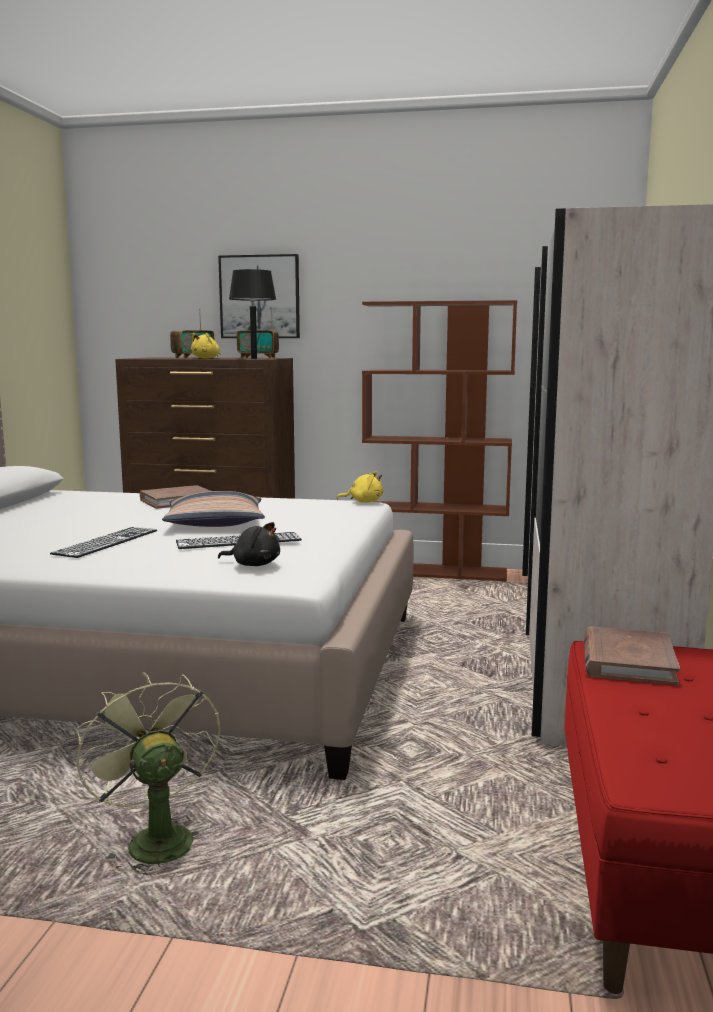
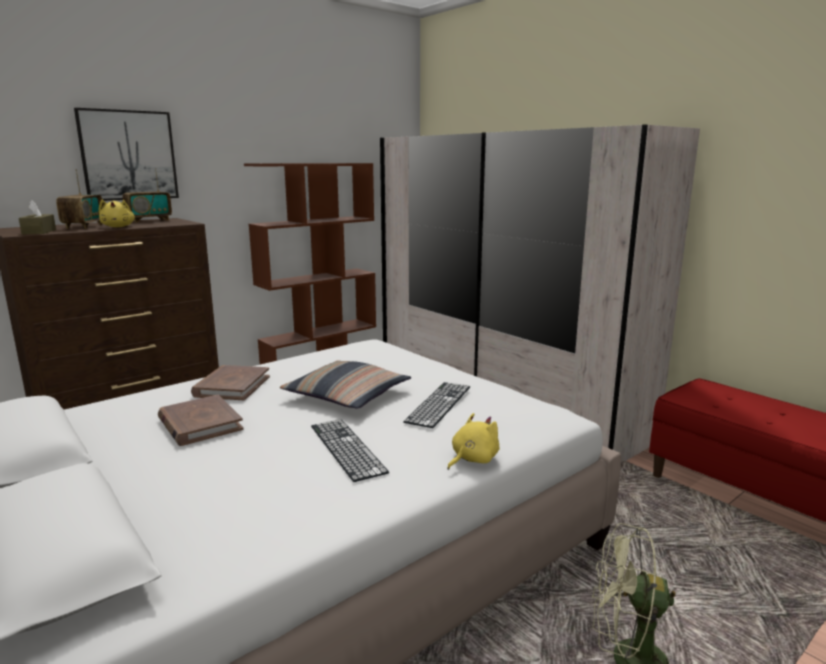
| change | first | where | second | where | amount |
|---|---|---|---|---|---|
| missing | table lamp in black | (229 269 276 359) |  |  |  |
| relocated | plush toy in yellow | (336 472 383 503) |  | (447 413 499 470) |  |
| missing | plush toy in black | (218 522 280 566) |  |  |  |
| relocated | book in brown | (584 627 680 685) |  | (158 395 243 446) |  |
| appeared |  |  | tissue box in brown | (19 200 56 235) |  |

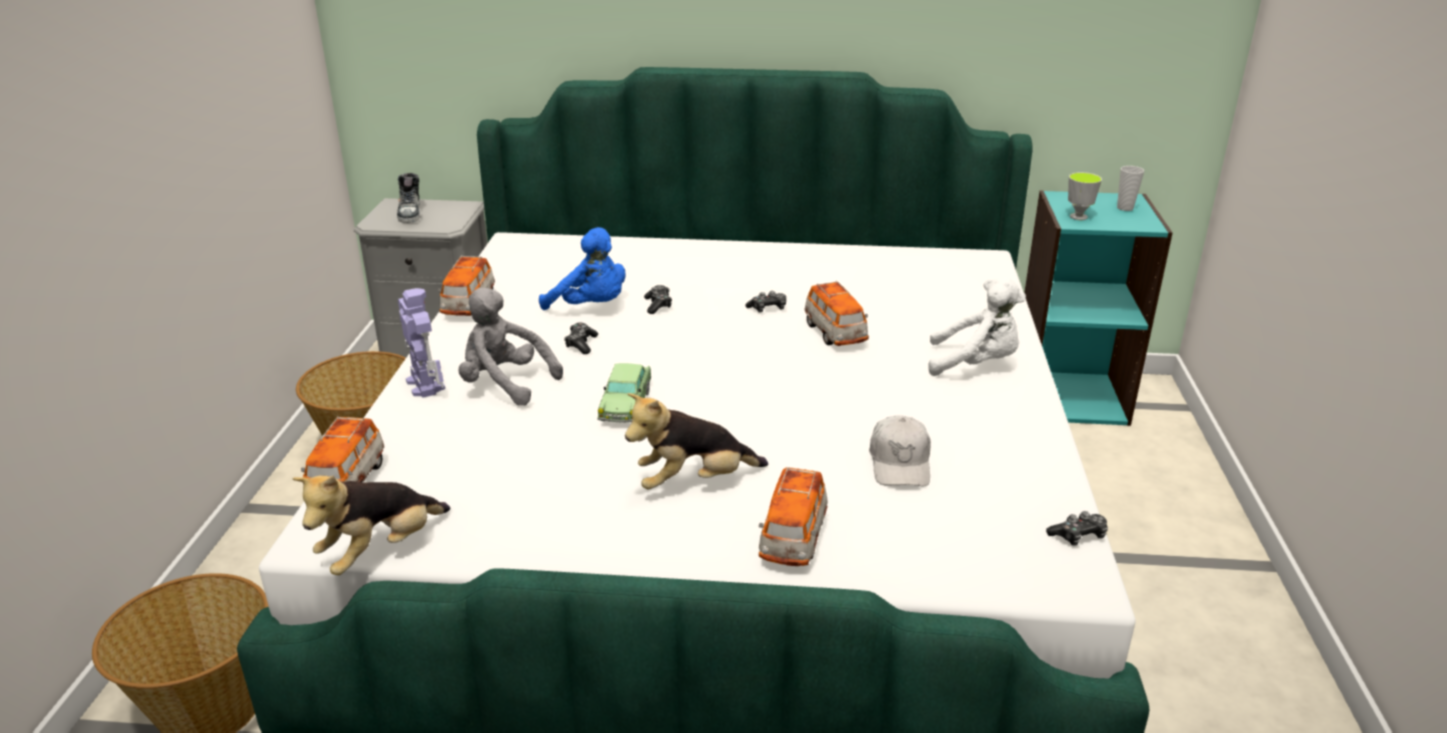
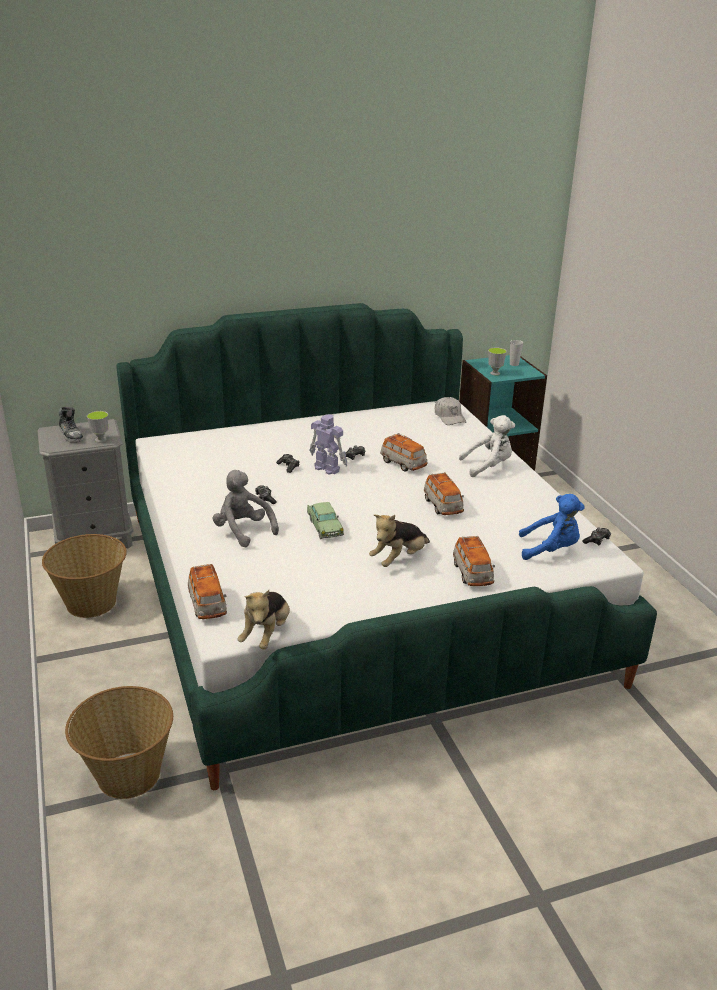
| change | first | where | second | where | amount |
|---|---|---|---|---|---|
| relocated | plush toy in blue | (539 227 626 310) |  | (519 494 585 560) |  |
| relocated | toy car | (438 255 495 316) |  | (424 472 464 515) |  |
| relocated | toy robot | (398 288 445 398) |  | (309 414 347 475) |  |
| spun | plush toy in grey | (459 288 563 405) |  | (213 470 279 547) | 45 degrees clockwise |
| relocated | cap in white | (869 415 931 486) |  | (435 397 466 425) |  |
| appeared |  |  | cup | (87 411 108 443) |  |

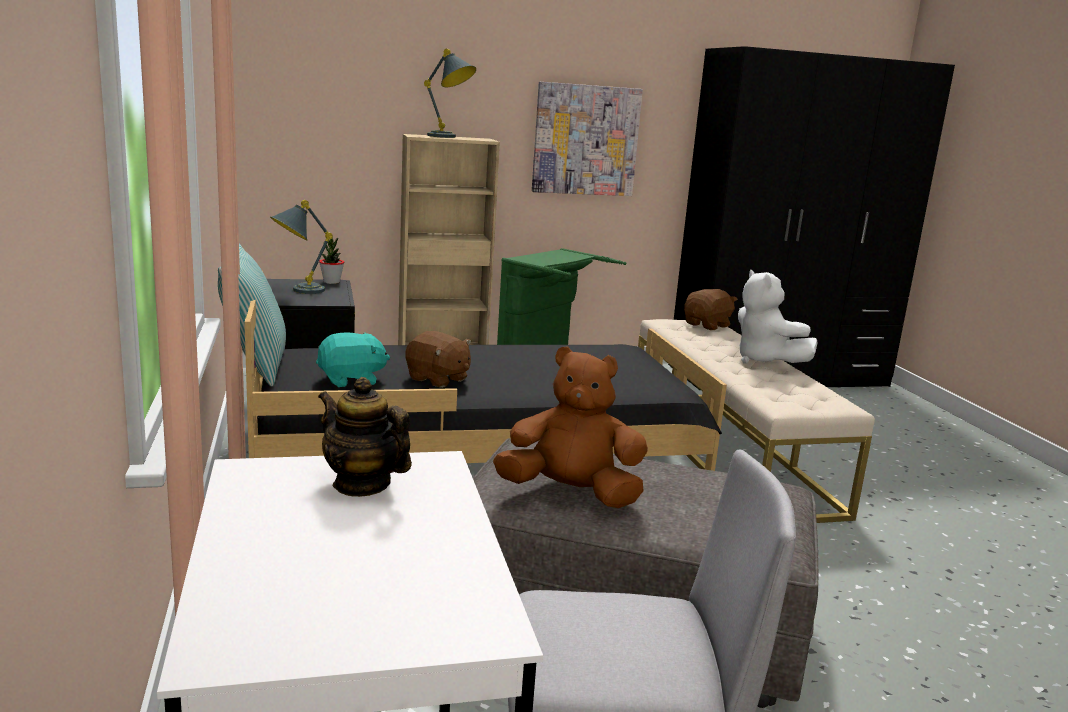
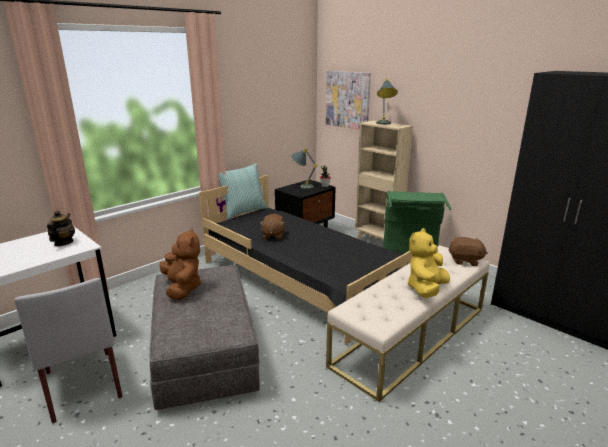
| change | first | where | second | where | amount |
|---|---|---|---|---|---|
| relocated | picture | (532 82 643 196) |  | (326 71 371 130) |  |
| colour | plush toy in white | (738 270 818 364) | plush toy in yellow | (407 228 450 298) |  |
| missing | plush toy in turquoise | (316 332 390 387) |  |  |  |

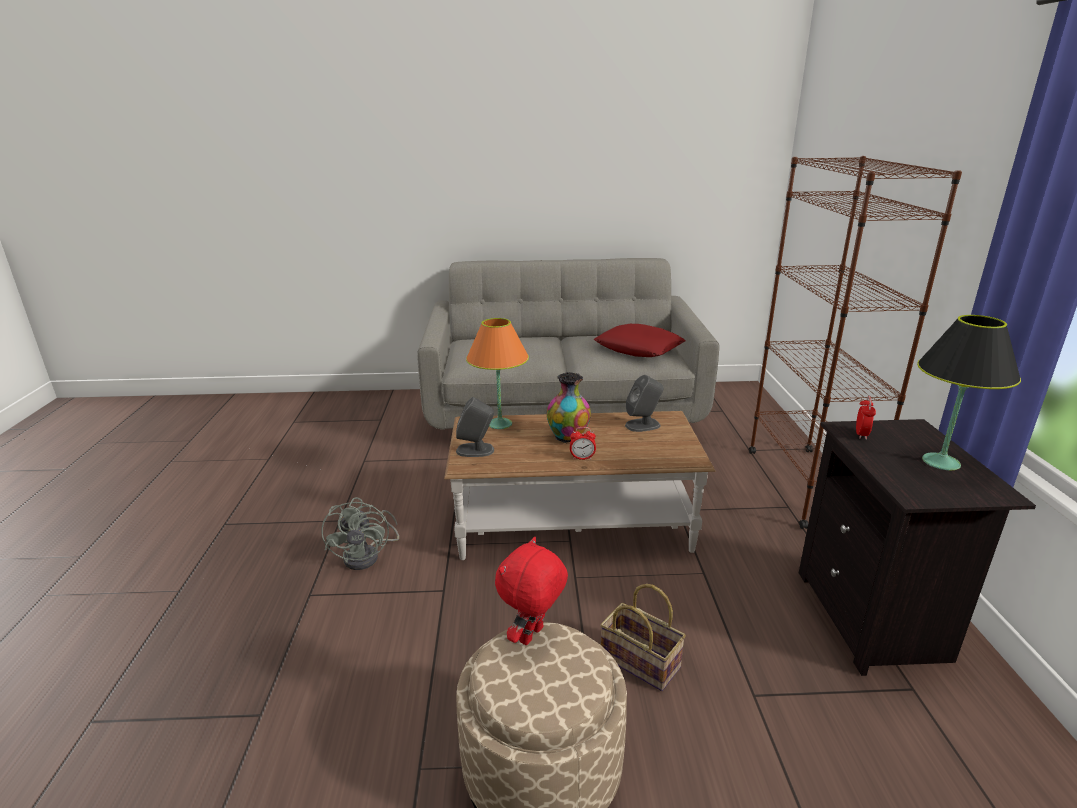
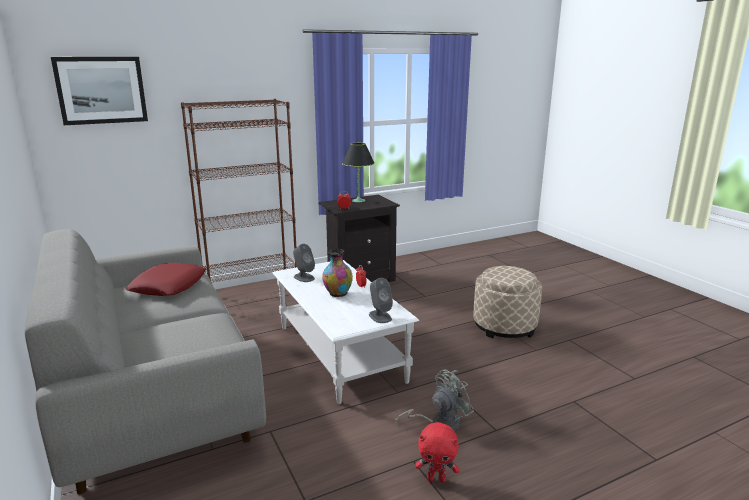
| change | first | where | second | where | amount |
|---|---|---|---|---|---|
| missing | table lamp in orange | (466 318 529 429) |  |  |  |
| colour | coffee table in brown | (444 411 715 560) | coffee table in white | (273 260 419 404) |  |
| relocated | plush toy in red | (495 537 568 645) |  | (415 422 459 483) |  |
| missing | basket | (600 584 686 691) |  |  |  |
| appeared |  |  | picture | (51 57 148 125) |  |

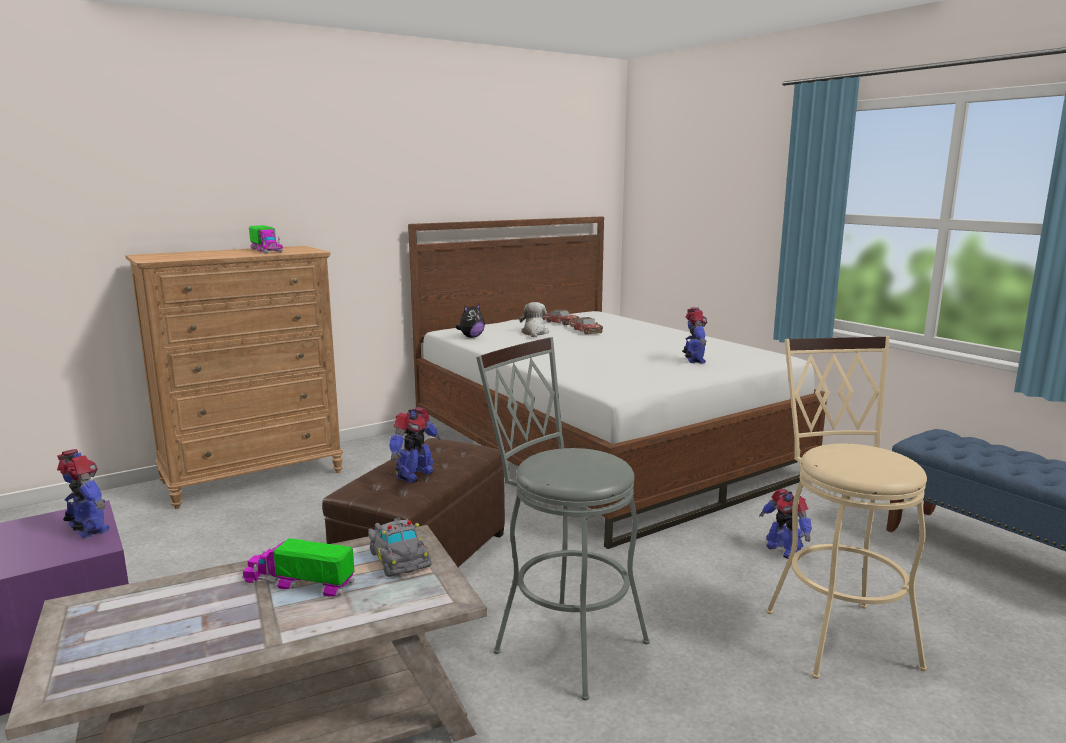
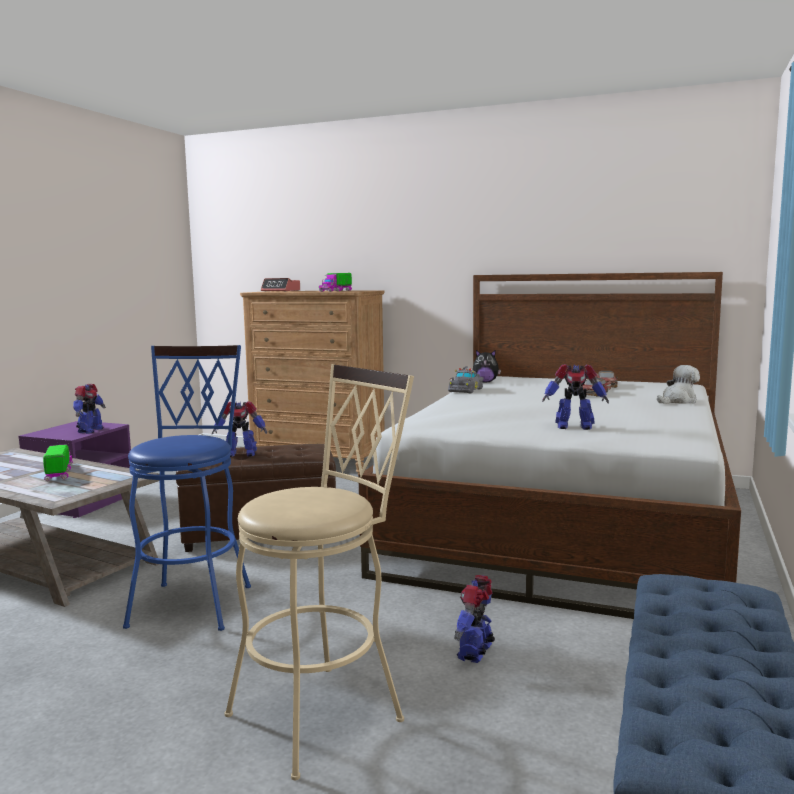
| change | first | where | second | where | amount |
|---|---|---|---|---|---|
| relocated | plush toy | (519 302 549 338) |  | (657 365 700 404) |  |
| spun | toy robot | (682 307 707 364) |  | (542 364 609 430) | 45 degrees clockwise |
| colour | stool in grey | (476 337 650 700) | stool in blue | (123 345 251 631) |  |
| relocated | toy car in grey | (368 517 432 577) |  | (448 366 484 393) |  |
| appeared |  |  | alarm clock | (261 278 300 292) |  |

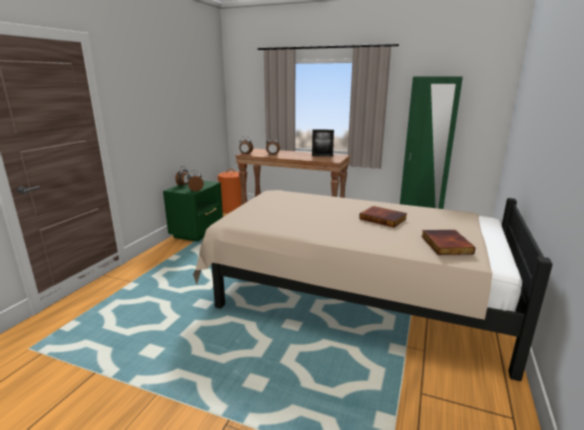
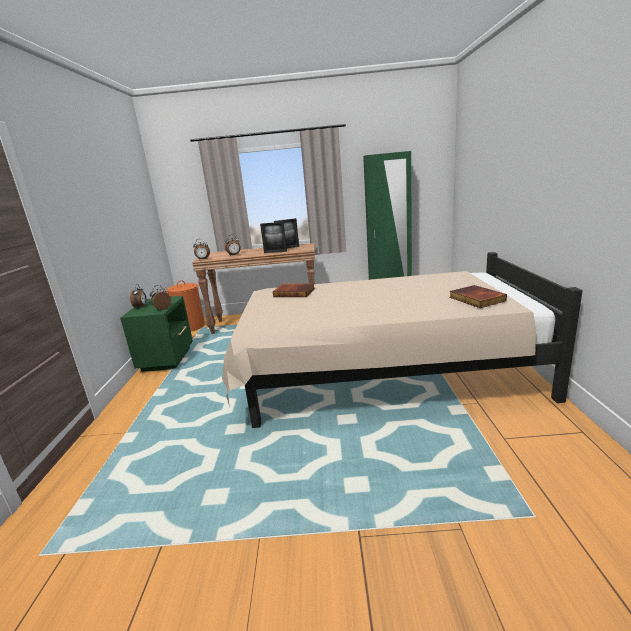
| change | first | where | second | where | amount |
|---|---|---|---|---|---|
| relocated | book | (359 206 407 227) |  | (273 283 315 297) |  |
| appeared |  |  | picture frame | (260 222 287 253) |  |

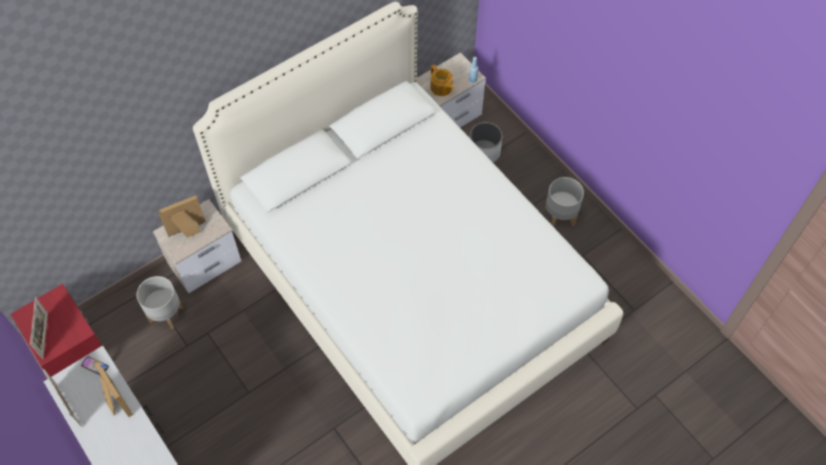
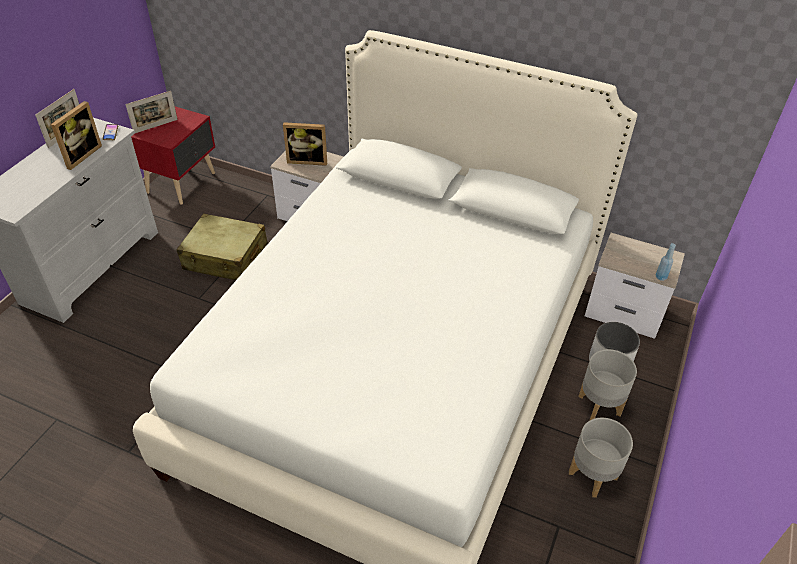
| change | first | where | second | where | amount |
|---|---|---|---|---|---|
| missing | teapot | (430 65 454 96) |  |  |  |
| spun | picture frame | (158 195 206 238) |  | (283 122 327 166) | 150 degrees clockwise |
| relocated | planter in grey | (137 276 183 329) |  | (578 349 637 420) |  |
| appeared |  |  | suitcase in beige | (177 213 268 280) |  |

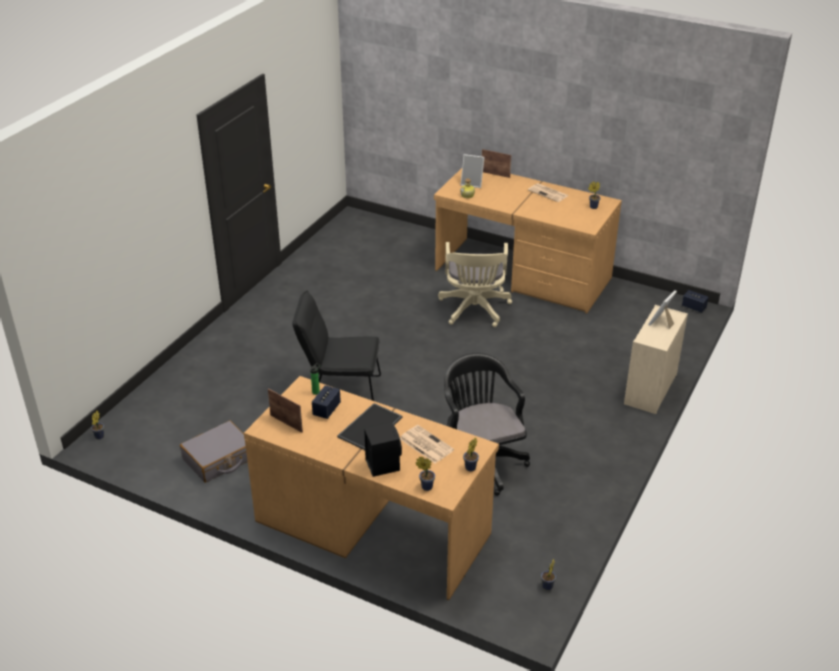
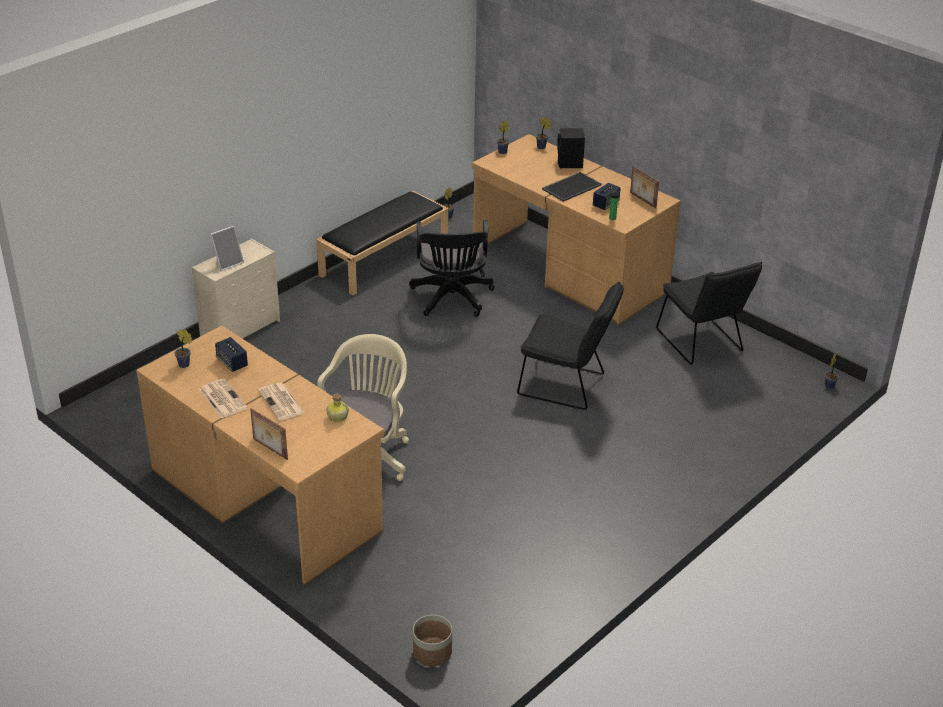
| change | first | where | second | where | amount |
|---|---|---|---|---|---|
| missing | picture frame | (461 154 485 188) |  |  |  |
| relocated | speaker | (682 290 709 313) |  | (215 337 248 372) |  |
| exchanged | suitcase in grey | (180 421 248 483) | chair in black | (656 262 762 365) |  |
| relocated | newspaper | (400 425 454 463) |  | (258 382 305 421) |  |
| appeared |  |  | bench in black | (316 191 448 295) |  |
| appeared |  |  | planter | (413 615 452 666) |  |

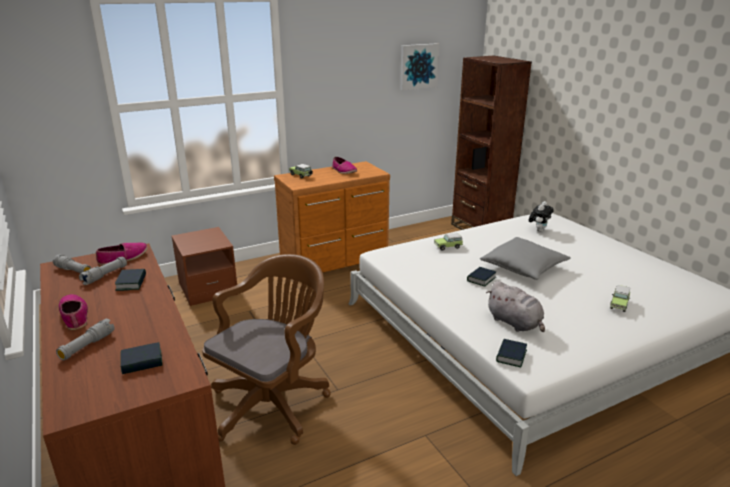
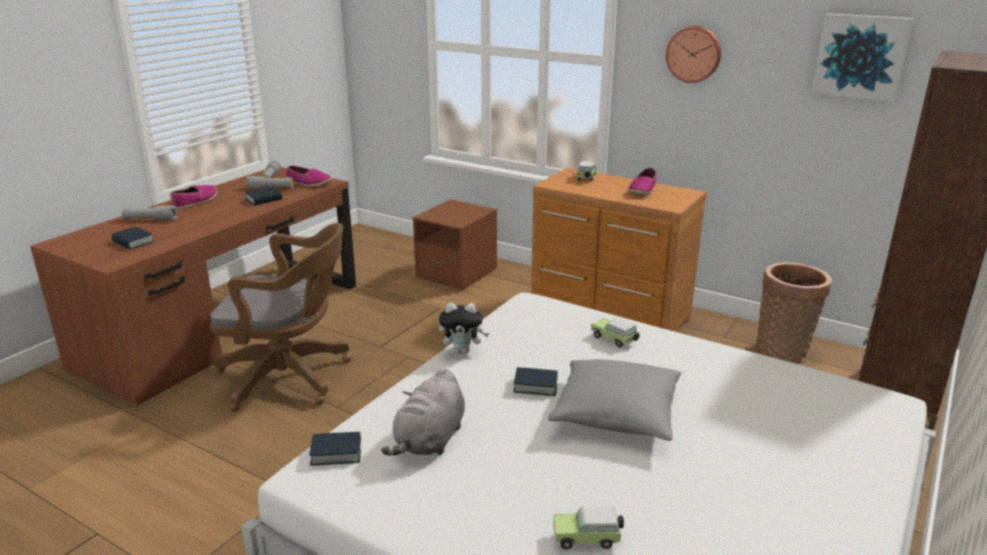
| change | first | where | second | where | amount |
|---|---|---|---|---|---|
| relocated | plush toy | (529 201 554 232) |  | (439 303 489 354) |  |
| appeared |  |  | wall clock | (666 26 721 83) |  |
| appeared |  |  | basket | (756 262 832 364) |  |

